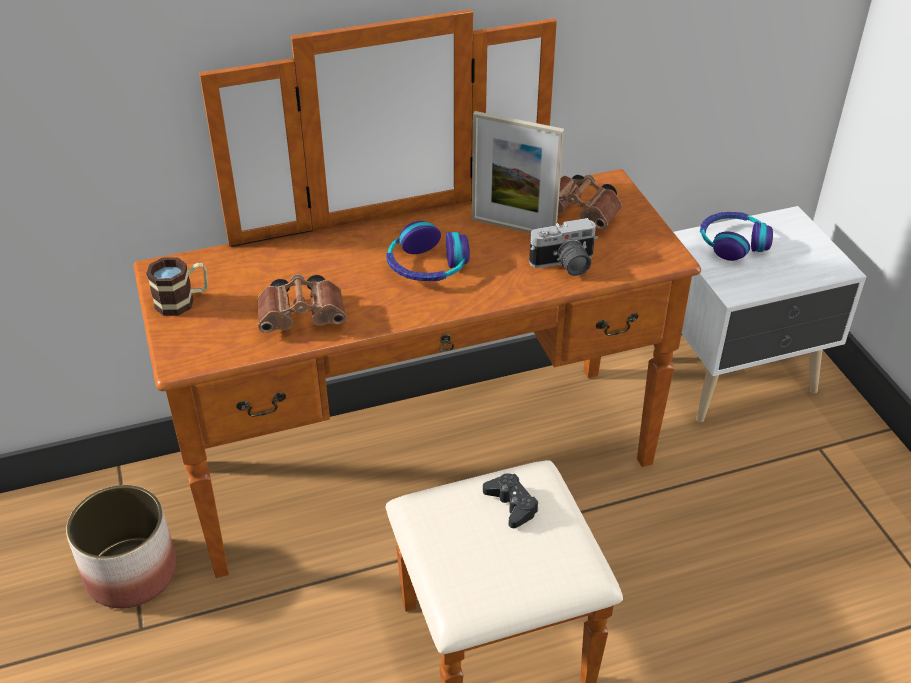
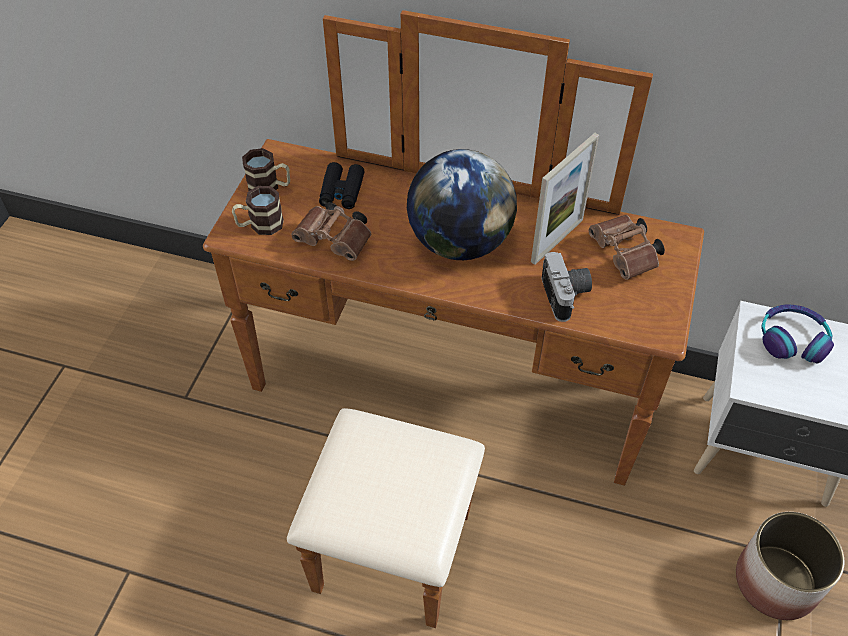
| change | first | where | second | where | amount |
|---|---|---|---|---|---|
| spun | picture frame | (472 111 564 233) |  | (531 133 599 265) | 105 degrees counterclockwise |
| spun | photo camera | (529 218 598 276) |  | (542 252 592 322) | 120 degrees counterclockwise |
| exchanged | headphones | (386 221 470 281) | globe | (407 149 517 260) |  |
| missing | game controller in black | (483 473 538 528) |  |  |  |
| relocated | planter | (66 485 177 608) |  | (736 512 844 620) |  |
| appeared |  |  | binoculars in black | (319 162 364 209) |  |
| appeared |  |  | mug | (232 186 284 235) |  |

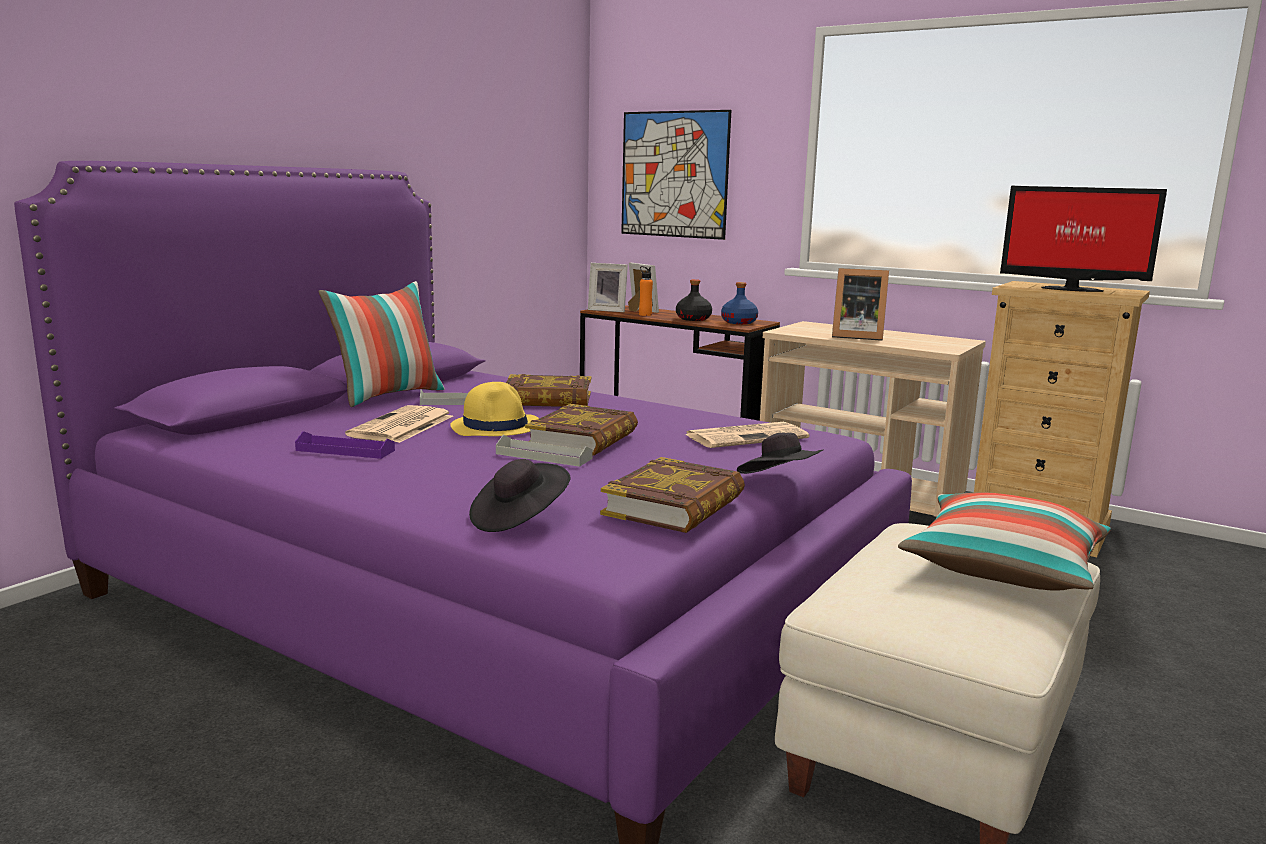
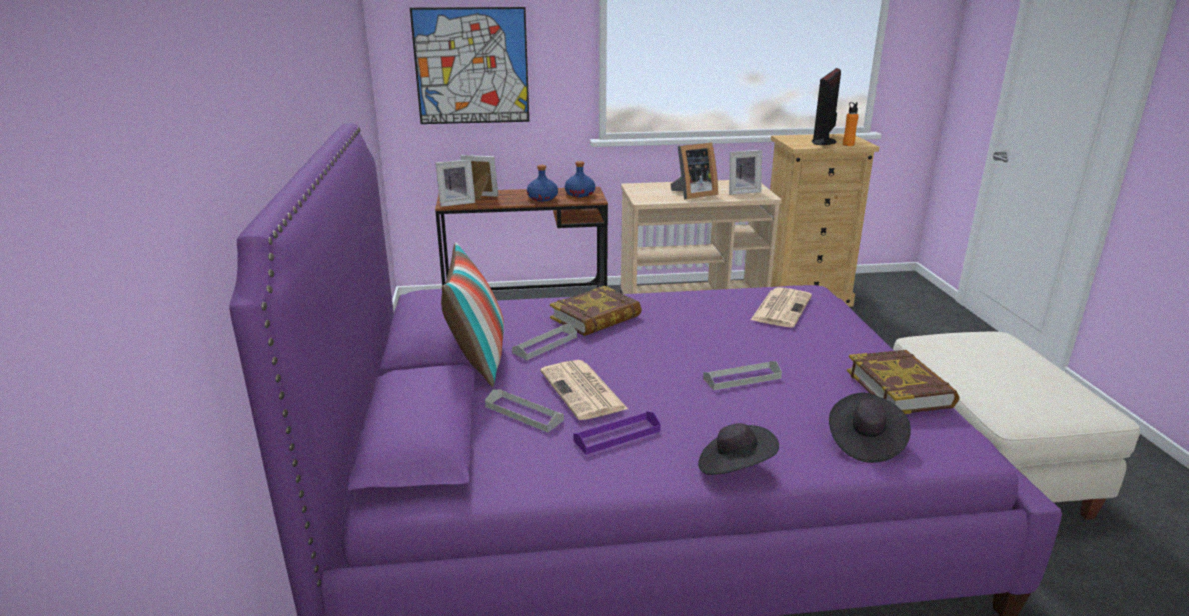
| change | first | where | second | where | amount |
|---|---|---|---|---|---|
| spun | monitor | (1000 186 1167 292) |  | (812 68 841 145) | 135 degrees clockwise |
| relocated | bottle in orange | (639 266 653 316) |  | (843 102 859 146) |  |
| colour | bottle in black | (676 279 712 321) | bottle in blue | (527 165 558 201) |  |
| missing | hat in yellow | (450 382 539 436) |  |  |  |
| missing | book | (525 404 638 456) |  |  |  |
| relocated | hat in black | (737 433 823 474) |  | (698 423 779 475) |  |
| missing | pillow | (898 493 1111 591) |  |  |  |
| appeared |  |  | picture frame | (729 150 762 195) |  |
| appeared |  |  | tray in grey | (485 389 564 432) |  |

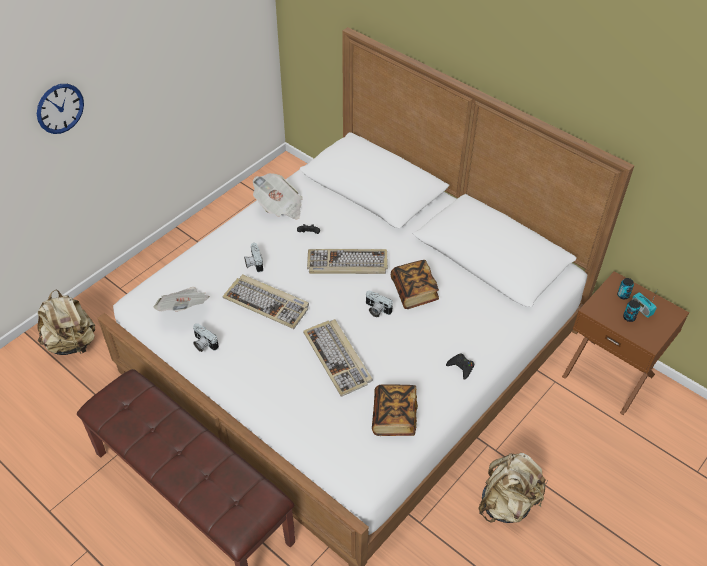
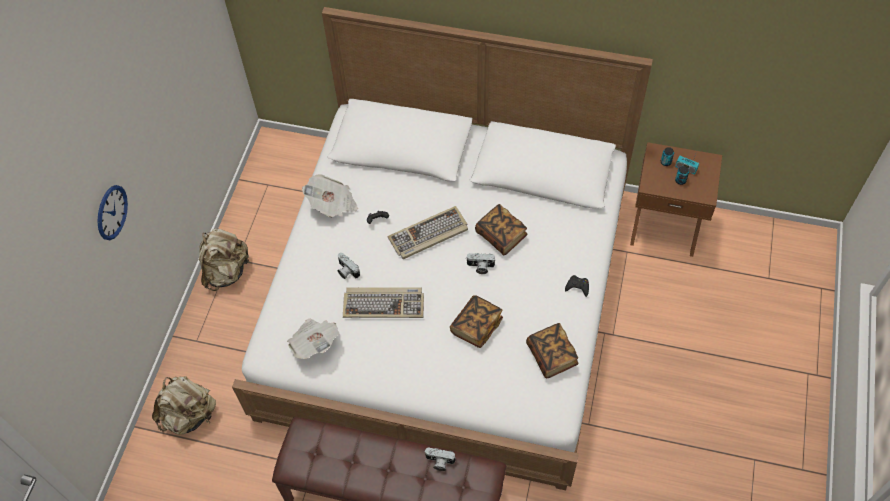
| change | first | where | second | where | amount |
|---|---|---|---|---|---|
| exchanged | keyboard | (303 319 372 397) | book | (450 296 503 348) |  |
| relocated | photo camera | (193 323 219 352) |  | (424 447 455 471) |  |
| relocated | backpack in beige | (478 453 547 523) |  | (199 229 251 291) |  |

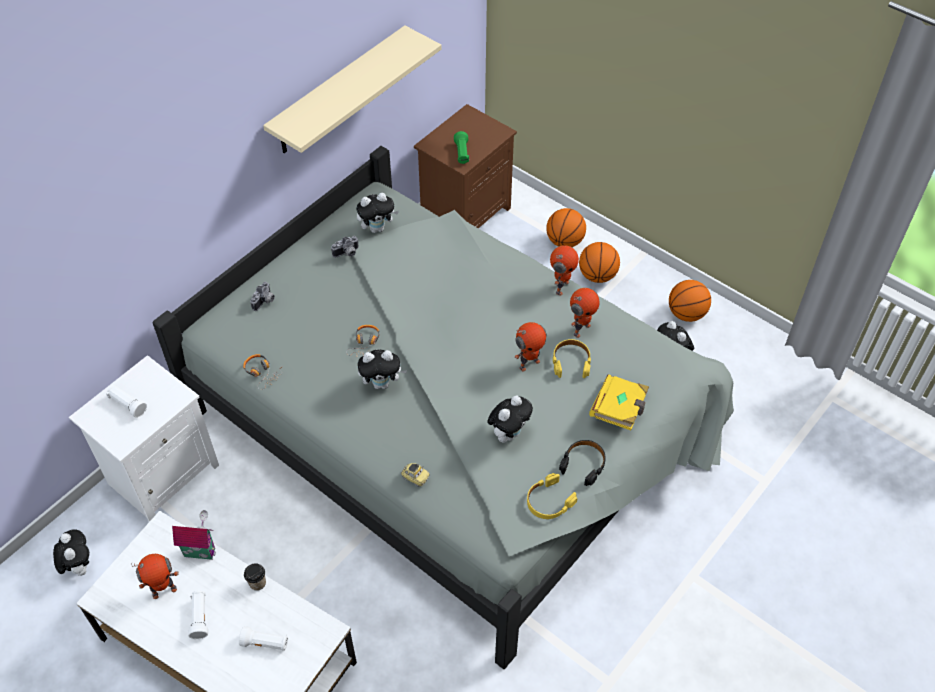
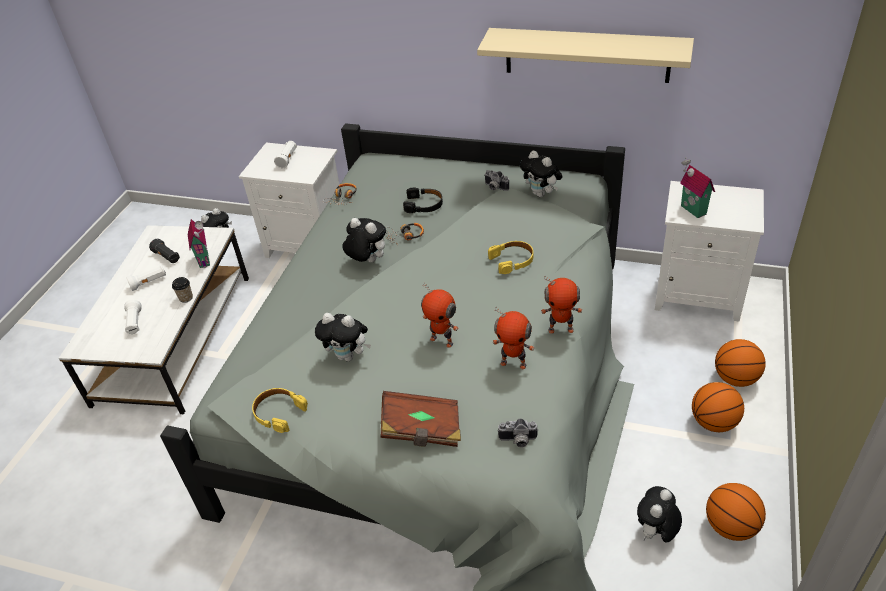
| change | first | where | second | where | amount |
|---|---|---|---|---|---|
| colour | nightstand in brown | (414 104 517 228) | nightstand in white | (655 181 764 321) |  |
| exchanged | flashlight in green | (454 131 469 164) | toy house | (680 159 715 218) |  |
| relocated | photo camera | (250 282 275 311) |  | (498 419 538 448) |  |
| relocated | headphones in yellow | (553 339 591 378) |  | (488 241 533 274) |  |
| spun | plush toy | (358 349 407 389) |  | (342 218 386 263) | 150 degrees clockwise |
| colour | book in yellow | (589 374 649 430) | book in brown | (381 391 461 447) |  |
| relocated | headphones in black | (559 440 606 486) |  | (403 187 443 213) |  |
| missing | toy car | (401 463 430 487) |  |  |  |
| exchanged | toy robot | (131 554 179 599) | flashlight in black | (149 239 180 263) |  |

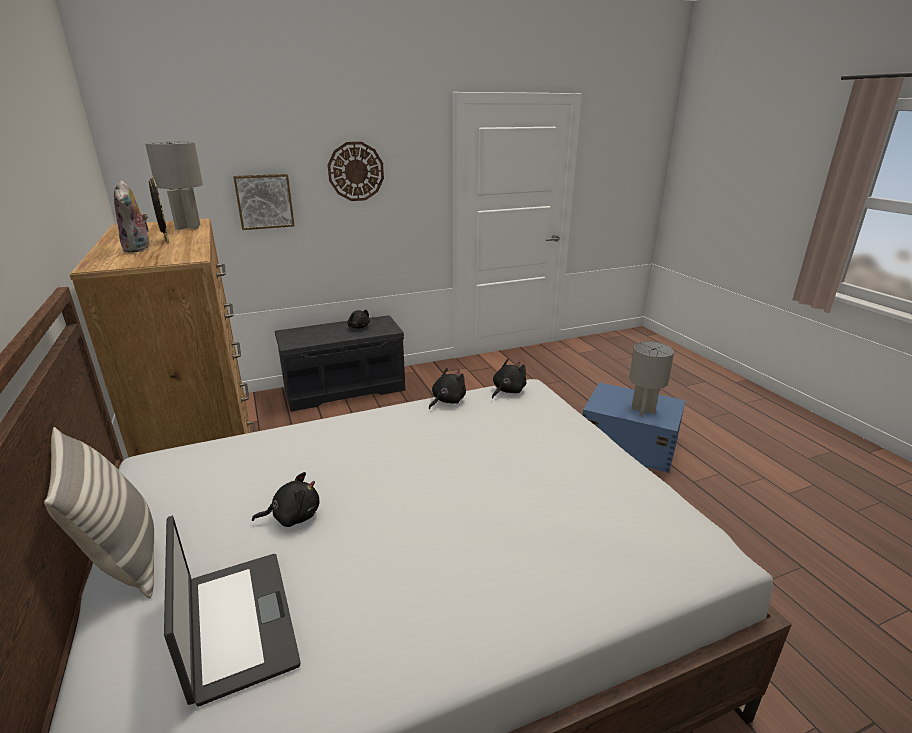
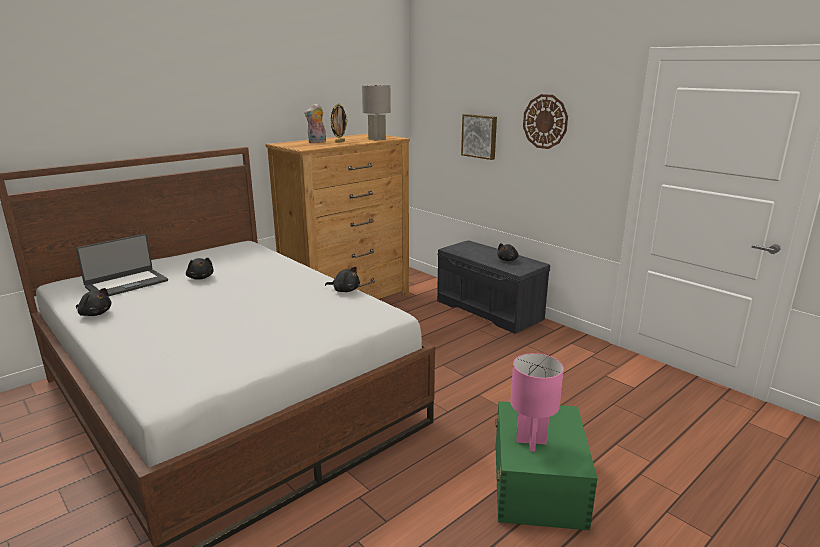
| change | first | where | second | where | amount |
|---|---|---|---|---|---|
| colour | table lamp in grey | (629 341 674 417) | table lamp in pink | (510 353 564 452) |  |
| relocated | plush toy in black | (492 359 527 399) |  | (76 288 111 316) |  |
| colour | storage box in blue | (583 382 686 473) | storage box in green | (495 401 598 531) |  |
| missing | pillow | (44 427 154 599) |  |  |  |

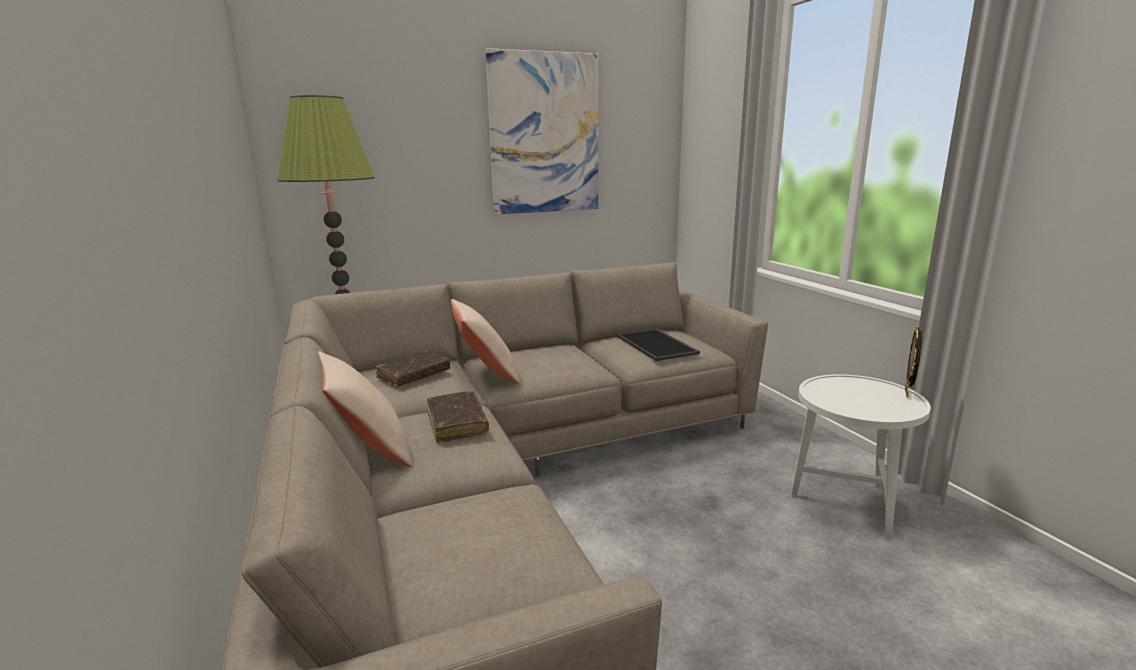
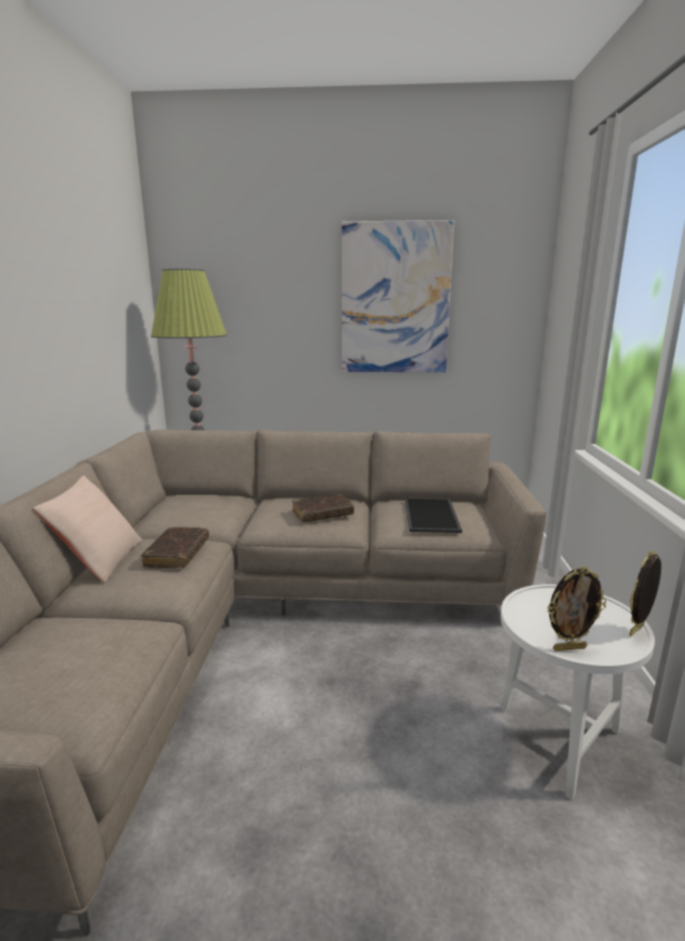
| change | first | where | second | where | amount |
|---|---|---|---|---|---|
| missing | pillow in beige | (451 299 520 385) |  |  |  |
| relocated | book in brown | (375 351 450 386) |  | (292 494 354 522) |  |
| appeared |  |  | picture frame | (547 566 606 651) |  |

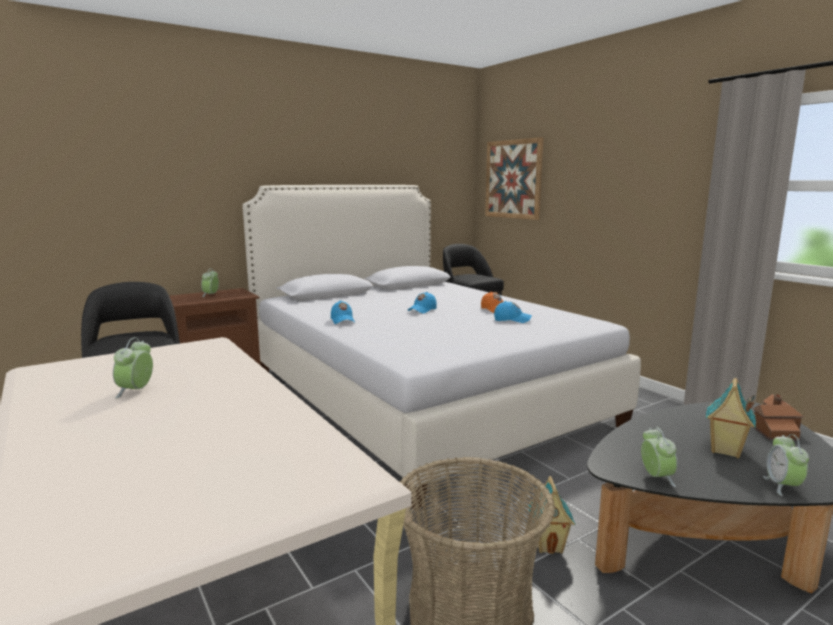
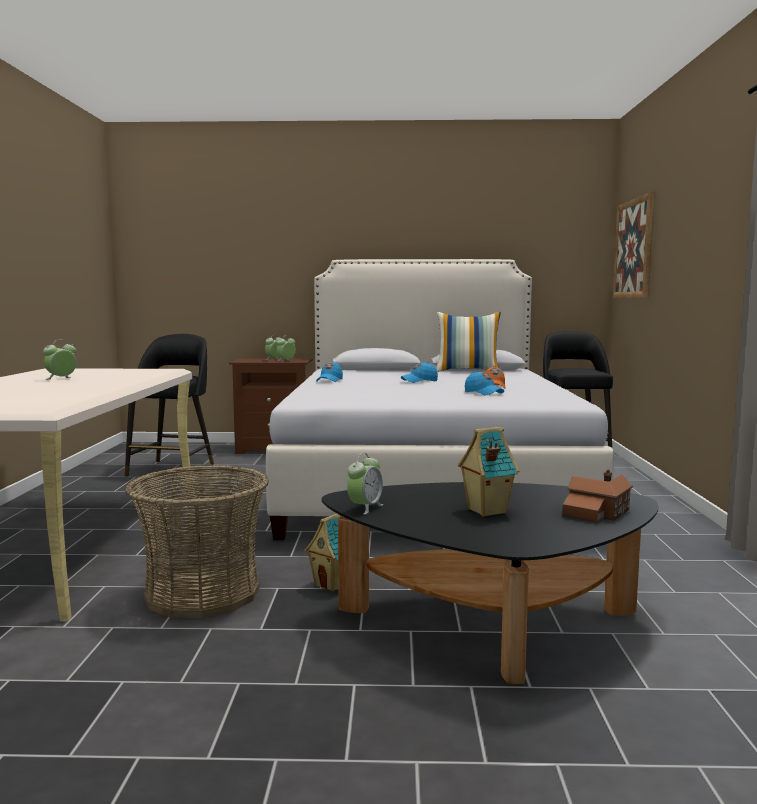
| change | first | where | second | where | amount |
|---|---|---|---|---|---|
| relocated | alarm clock | (763 434 809 496) |  | (277 335 296 361) |  |
| appeared |  |  | pillow | (436 312 501 372) |  |

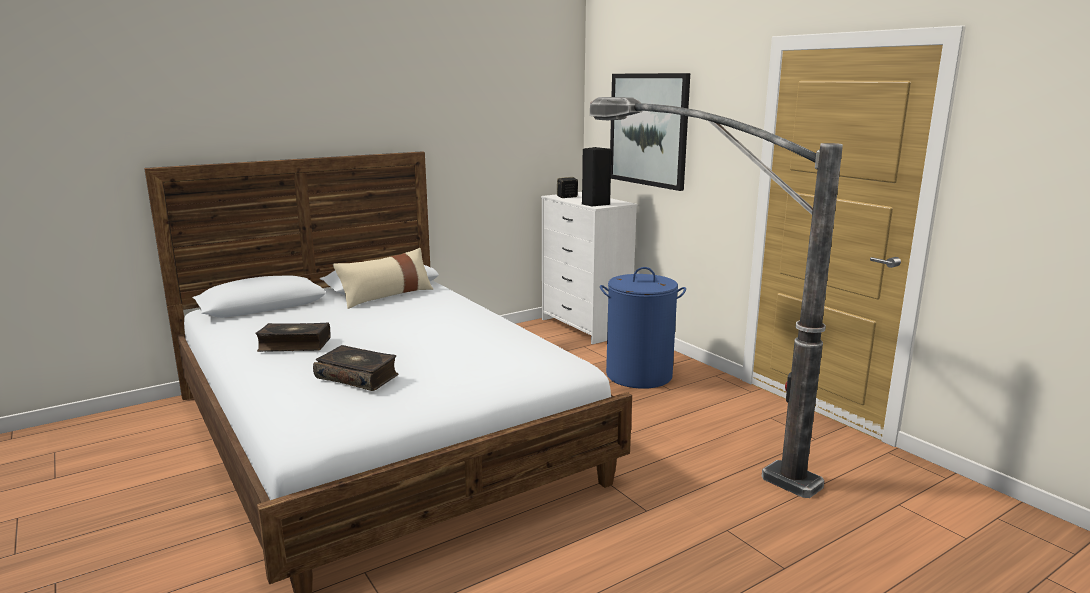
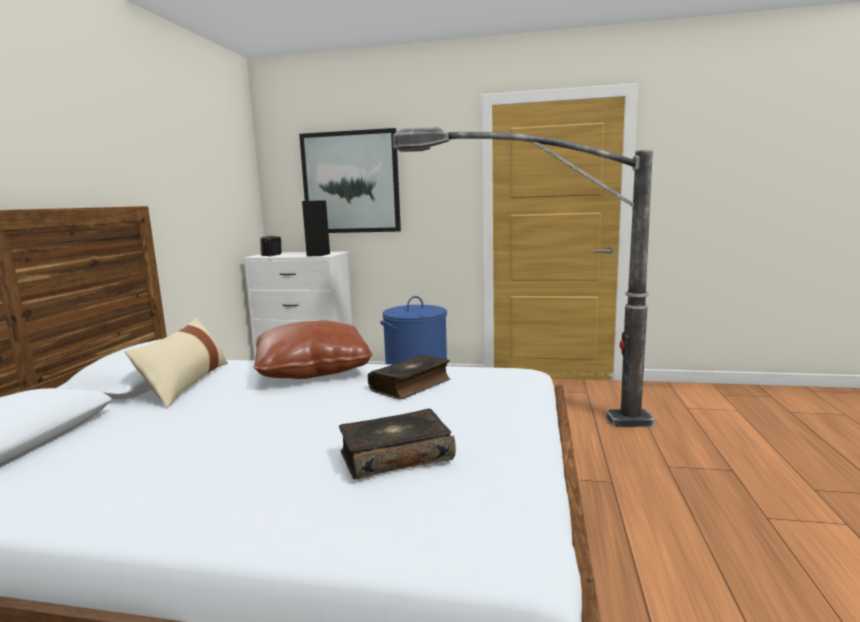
| change | first | where | second | where | amount |
|---|---|---|---|---|---|
| relocated | book | (255 323 331 352) |  | (368 354 451 400) |  |
| appeared |  |  | pillow in brown | (254 320 372 379) |  |

